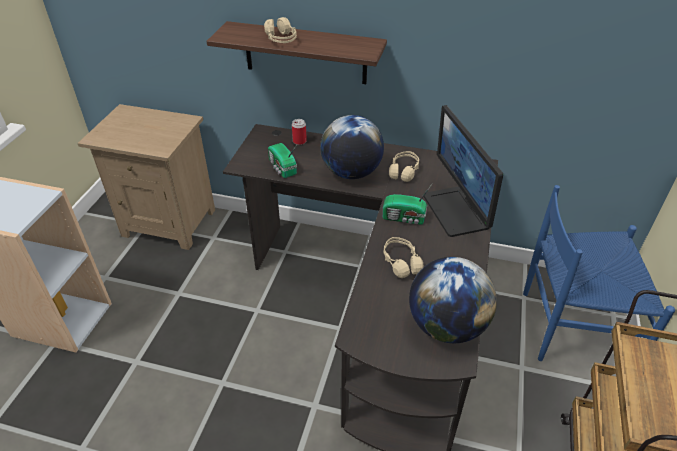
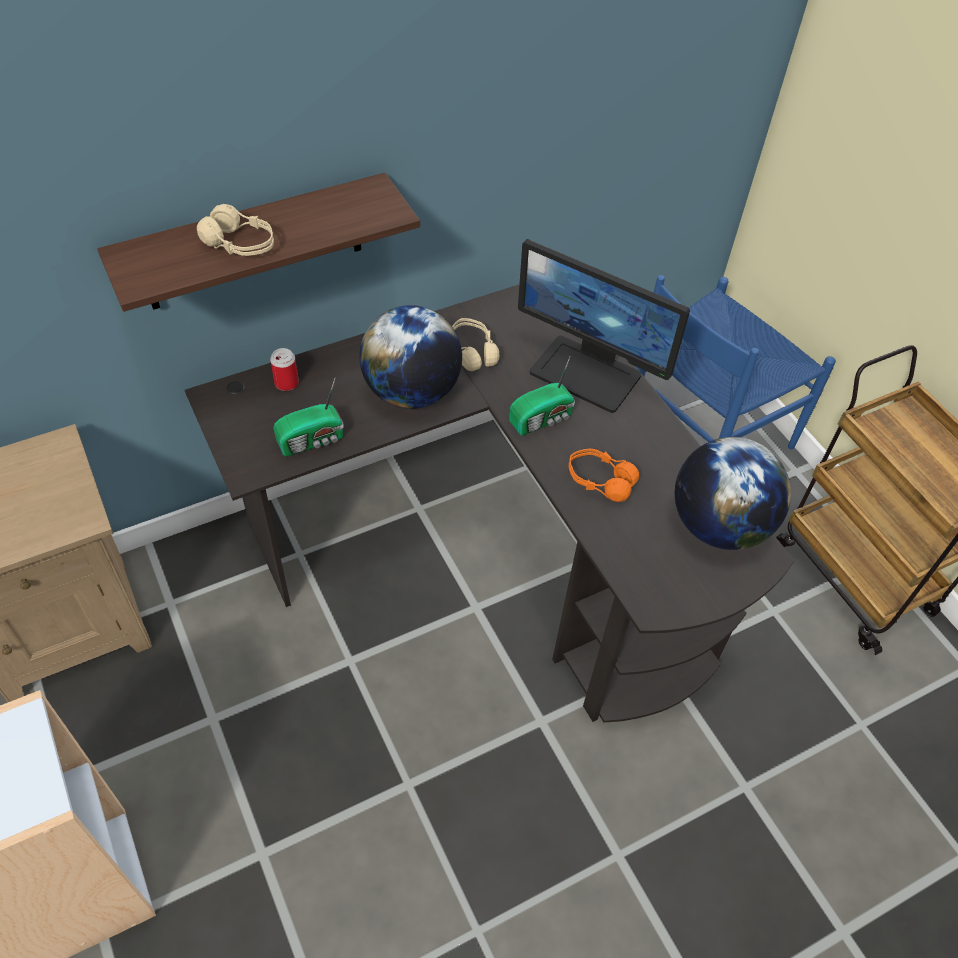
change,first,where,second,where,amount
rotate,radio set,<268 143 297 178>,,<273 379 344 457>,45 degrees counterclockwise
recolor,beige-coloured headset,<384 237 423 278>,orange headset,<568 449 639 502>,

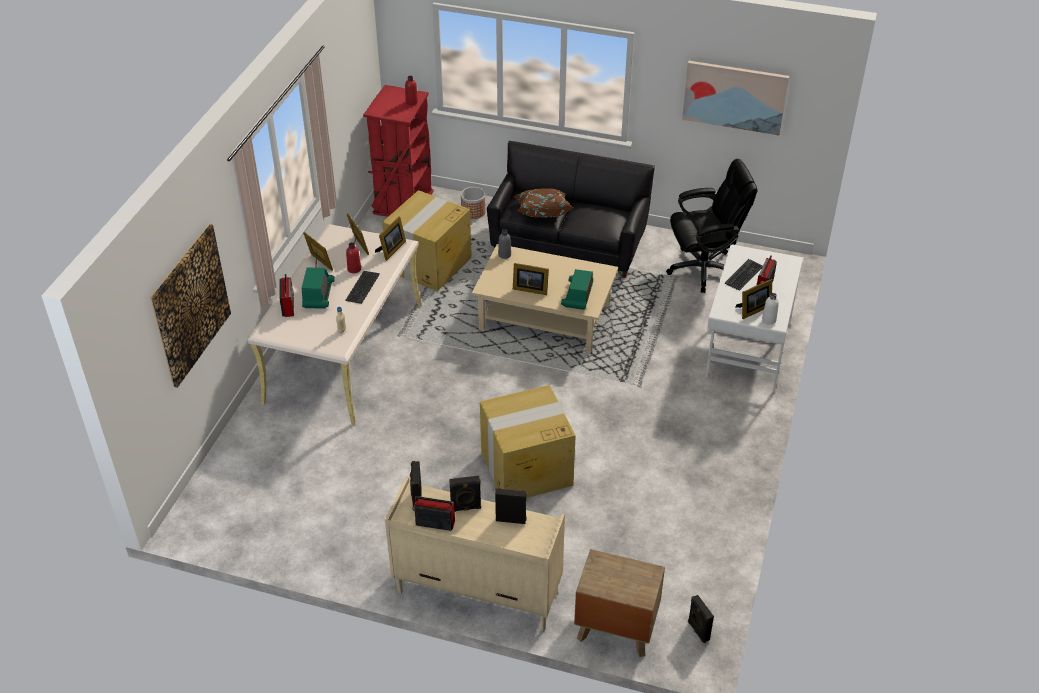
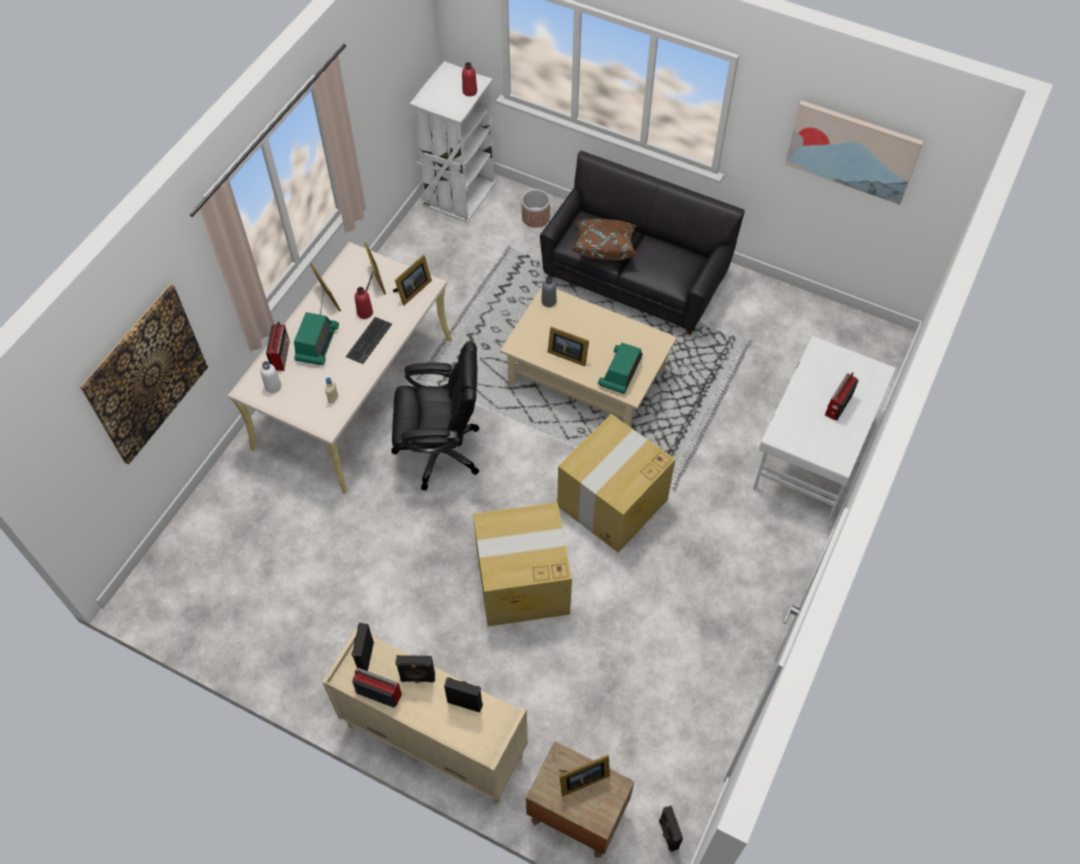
change,first,where,second,where,amount
recolor,red shelving unit,<363 85 434 217>,white-coloured shelving unit,<410 61 497 222>,
move,carton,<382 190 472 291>,,<557 414 675 553>,
move,blackish office chair,<666 159 758 293>,,<391 342 479 491>,
delete,computer keyboard,<725 259 763 291>,,,
move,standing frame,<736 279 772 319>,,<559 755 610 796>,
move,white-coloured drink bottle,<762 293 779 325>,,<260 361 281 393>,

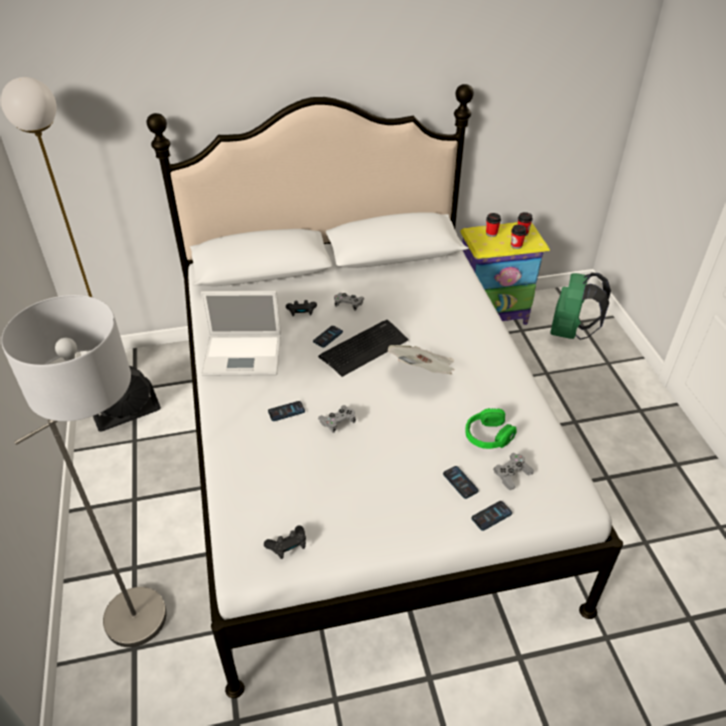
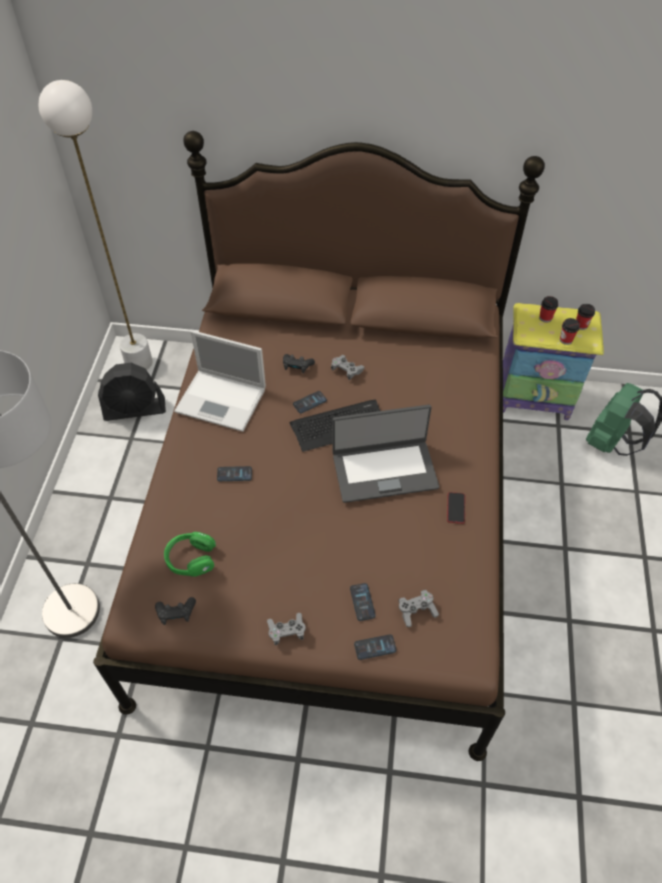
change,first,where,second,where,amount
recolor,white-coloured sleeping bed,<146 84 623 698>,brown-coloured sleeping bed,<93 131 545 761>,
move,greyish joypad,<318 405 356 433>,,<267 613 306 645>,
replace,newspaper,<388 345 455 375>,notebook computer,<333 405 439 503>,
move,green headset,<465 408 517 449>,,<164 532 216 577>,
insert,,,handset,<447 492 465 524>,

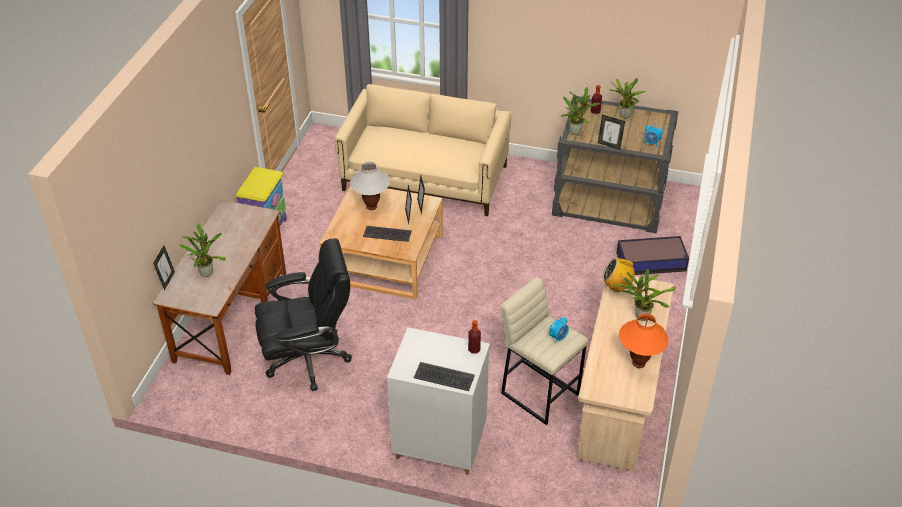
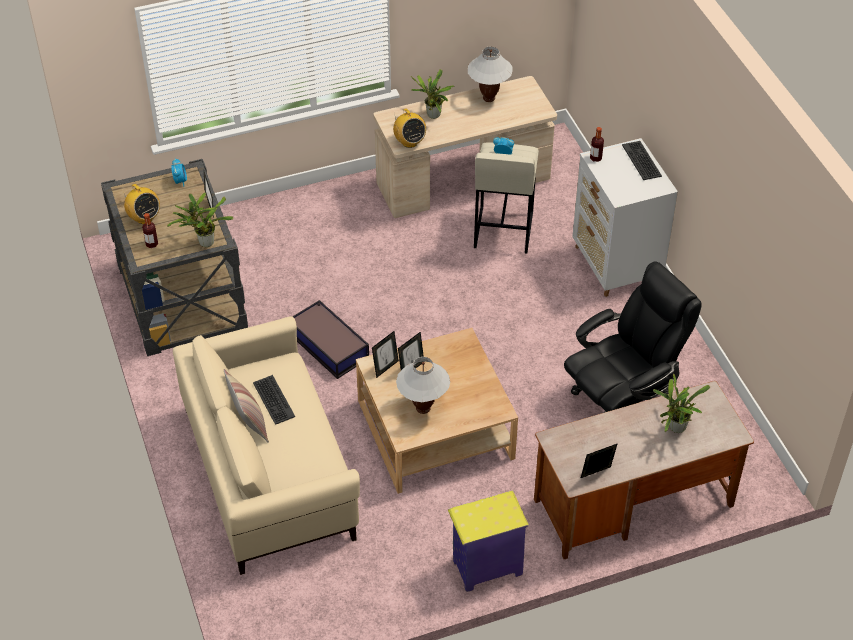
change,first,where,second,where,amount
move,standing frame,<153 245 175 290>,,<581 443 618 478>,
rotate,blackish office chair,<255 238 352 391>,,<564 261 702 413>,105 degrees clockwise
move,computer keyboard,<363 226 412 242>,,<253 375 295 425>,
replace,plant in a pot,<609 78 646 119>,radio set,<122 184 160 224>,
move,storage bin,<616 236 689 275>,,<292 300 369 379>,
recolor,orange lamp for a table,<619 314 669 368>,white-coloured lamp for a table,<468 46 513 102>,
insert,,,cushion,<224 369 269 443>,

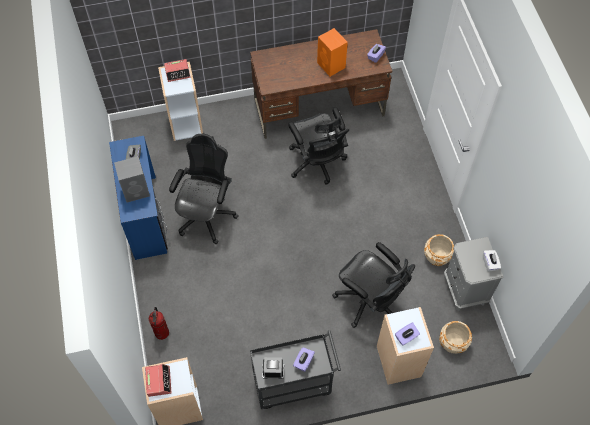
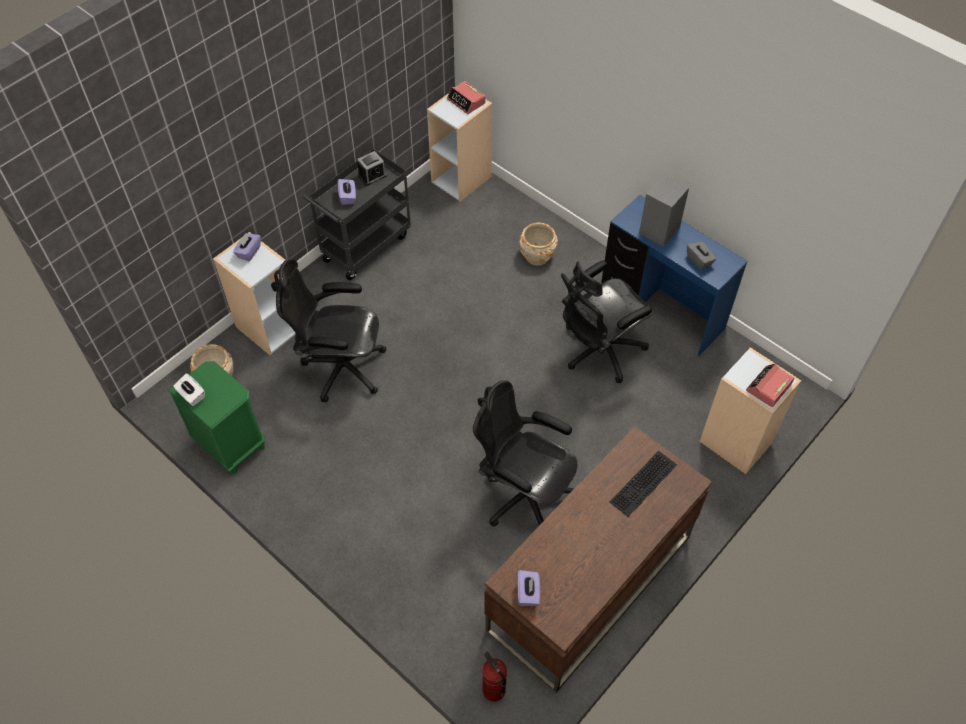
change,first,where,second,where,amount
move,extinguisher,<149 307 169 340>,,<482 651 507 702>,
rotate,office chair,<169 134 239 244>,,<561 260 653 383>,75 degrees clockwise
delete,orange speaker,<317 28 348 76>,,,
move,beige-coloured plant pot,<424 234 454 266>,,<519 223 558 266>,
recolor,greyish nightstand,<444 237 503 311>,green nightstand,<169 361 265 473>,
insert,,,computer keyboard,<610 451 677 517>,

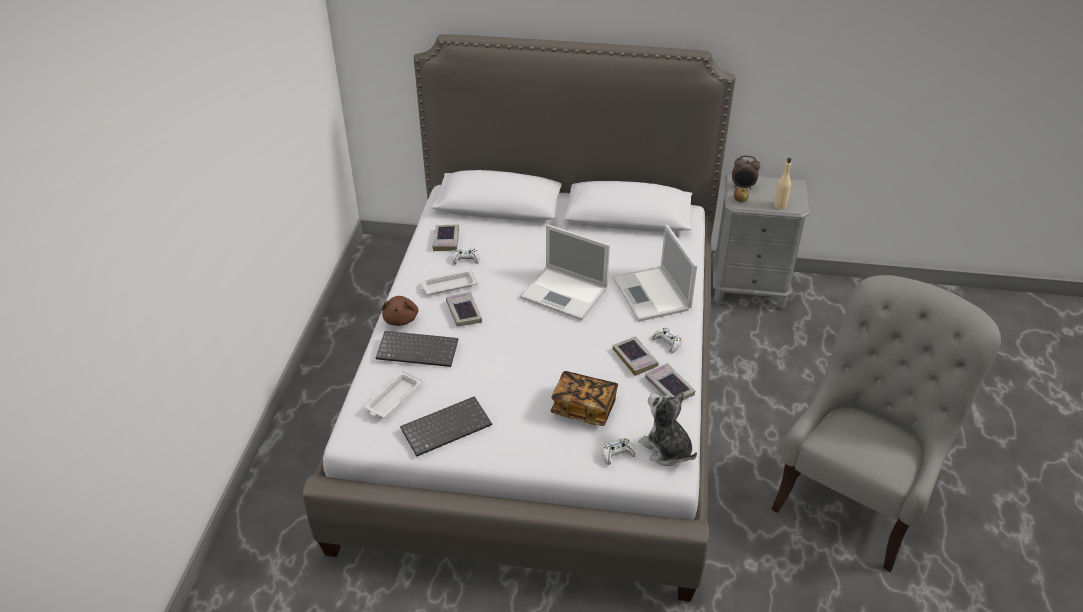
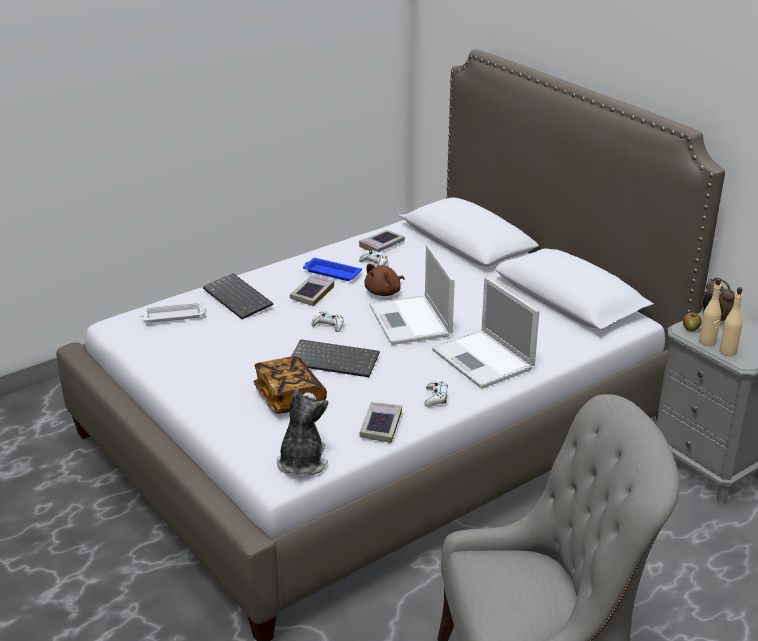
change,first,where,second,where,amount
move,brown-coloured plush toy,<382 296 418 326>,,<364 264 405 296>,
move,computer keyboard,<400 396 492 457>,,<292 339 380 377>,
recolor,white-coloured tray,<421 269 478 295>,blue-coloured tray,<303 258 362 281>,
move,white-coloured joypad,<602 438 636 465>,,<311 311 344 332>,
rotate,notebook computer,<613 225 697 322>,,<432 277 539 389>,60 degrees counterclockwise
delete,volume,<613 336 659 376>,,,
insert,,,beige-coloured drink bottle,<699 278 721 346>,

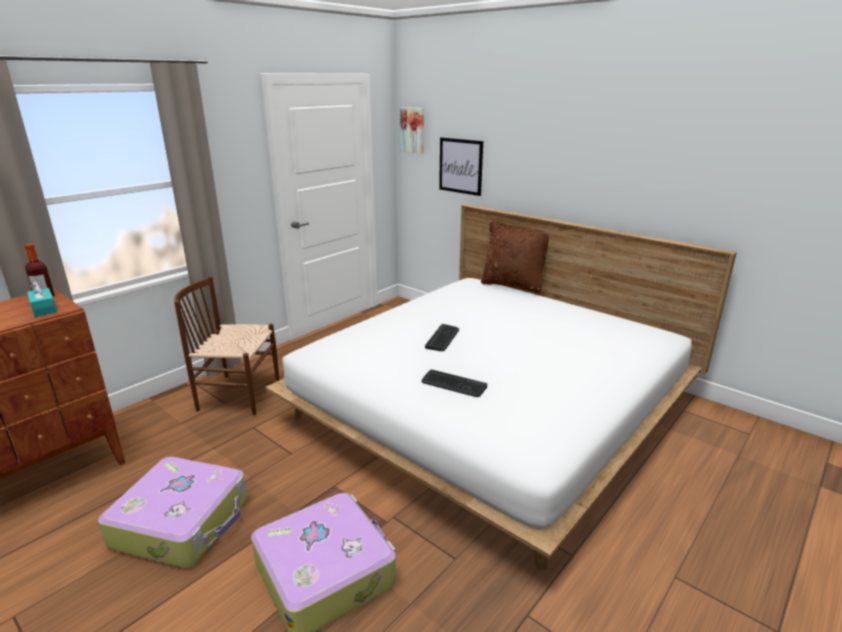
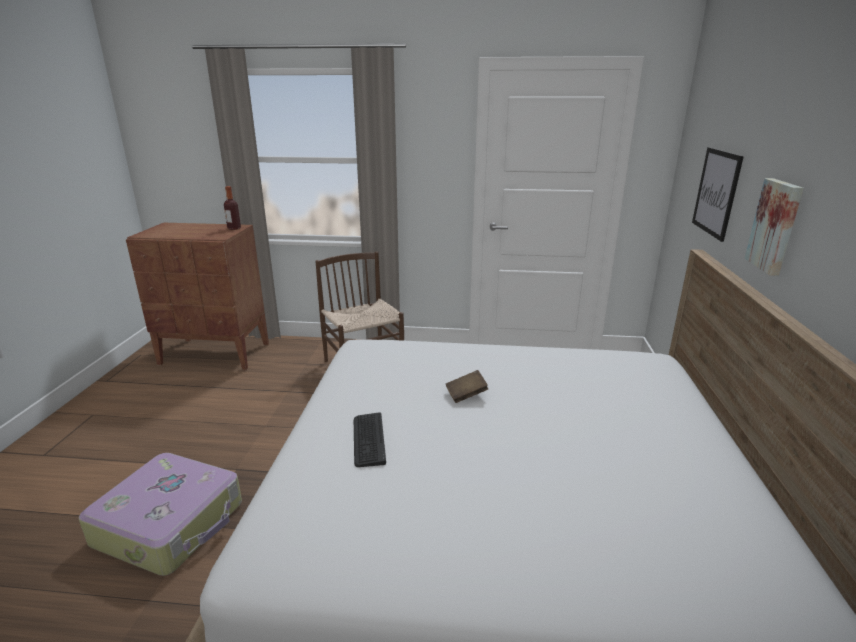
change,first,where,second,where,amount
delete,blue-green tissue holder,<27 281 57 317>,,,
delete,travel case,<98 457 247 568>,,,
move,picture,<400 107 424 154>,,<744 178 804 276>,
replace,computer keyboard,<425 324 459 351>,brown-coloured volume,<446 370 488 403>,
delete,brown-coloured cushion,<481 221 549 293>,,,

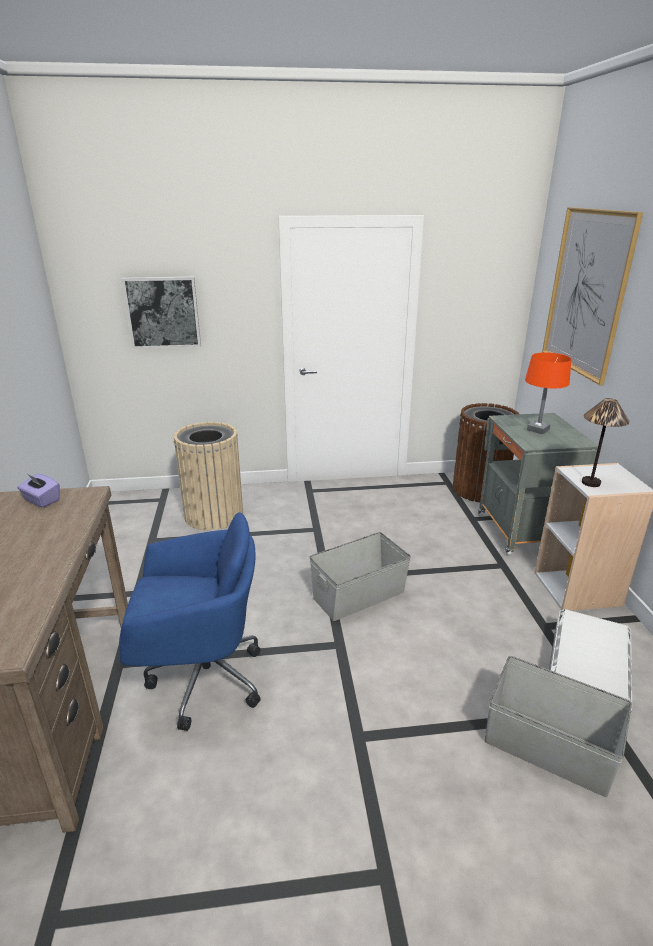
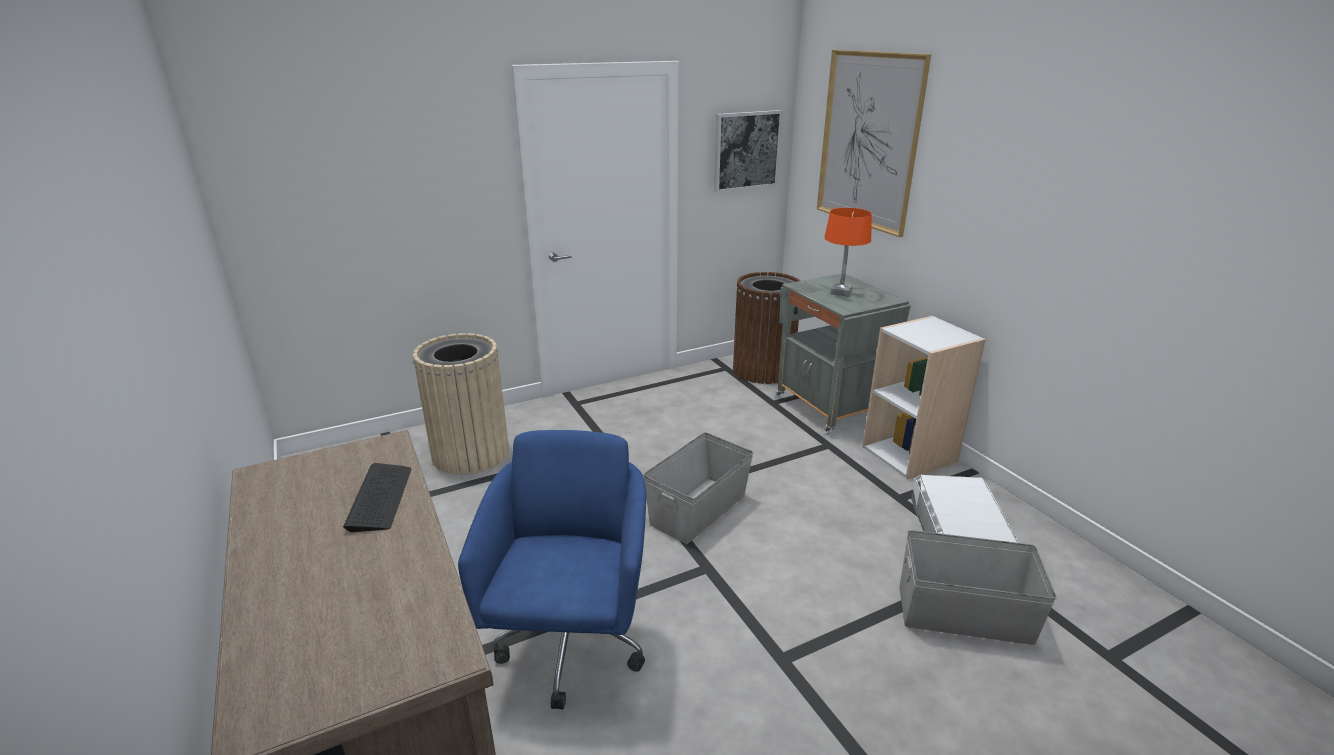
change,first,where,second,where,amount
delete,purple-coloured tissue holder,<17 474 60 508>,,,
rotate,blue-coloured office chair,<119 512 261 731>,,<458 430 646 709>,60 degrees counterclockwise
move,picture,<122 277 201 349>,,<714 110 782 192>,
delete,lamp for a table,<582 398 630 487>,,,
insert,,,computer keyboard,<343 463 411 532>,

